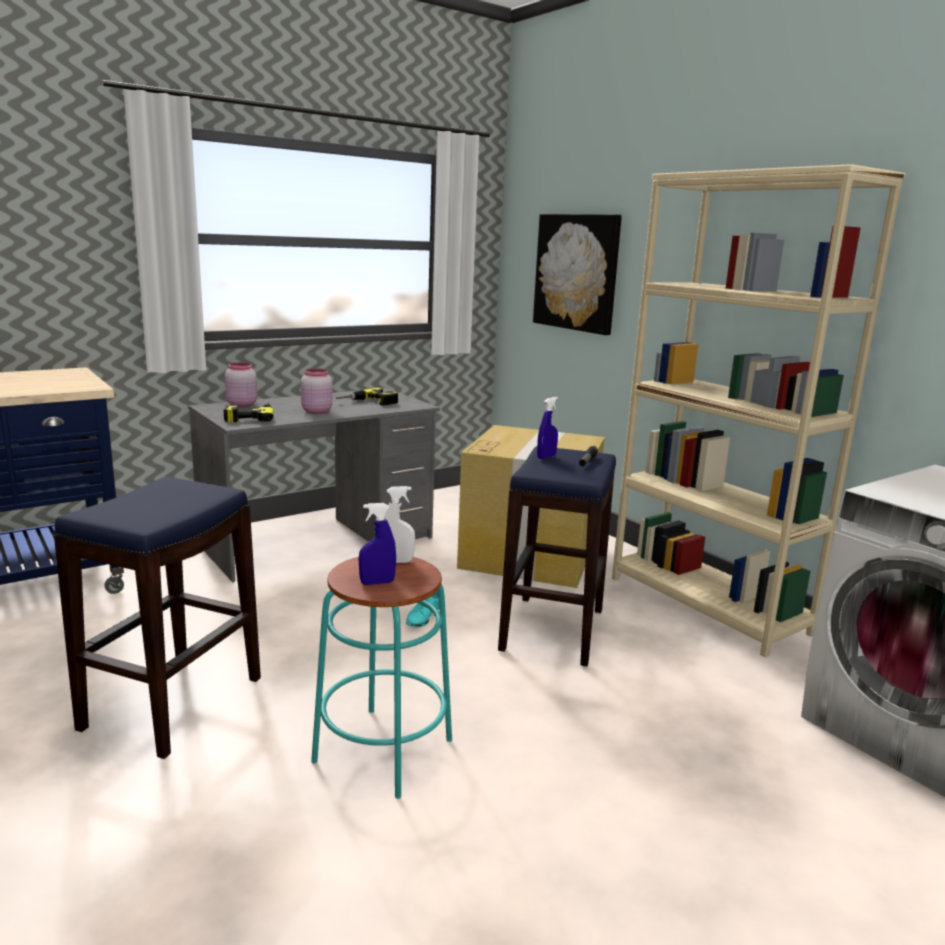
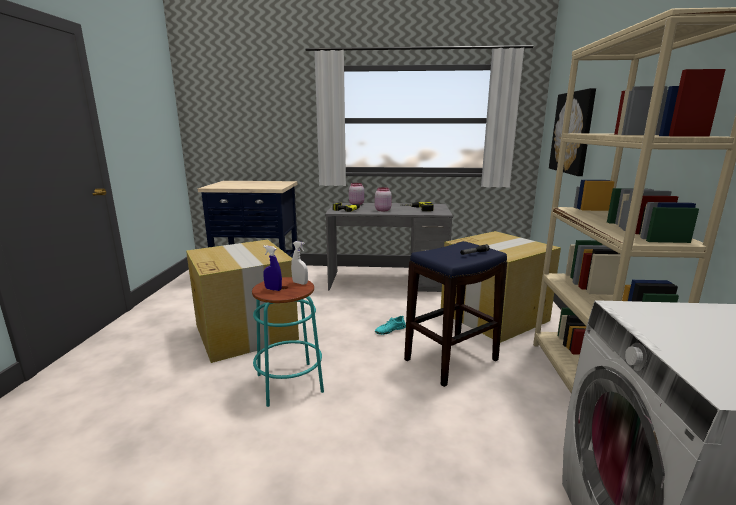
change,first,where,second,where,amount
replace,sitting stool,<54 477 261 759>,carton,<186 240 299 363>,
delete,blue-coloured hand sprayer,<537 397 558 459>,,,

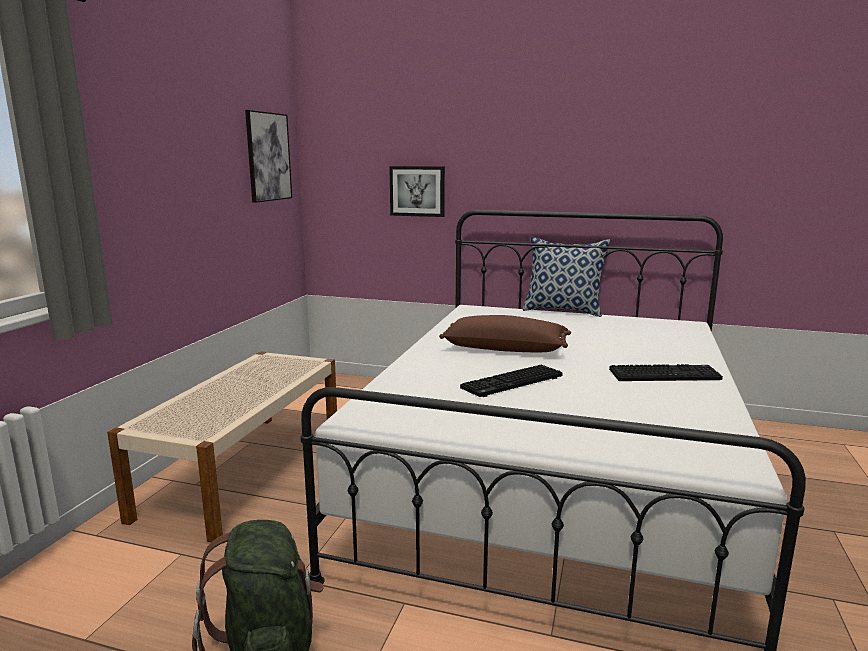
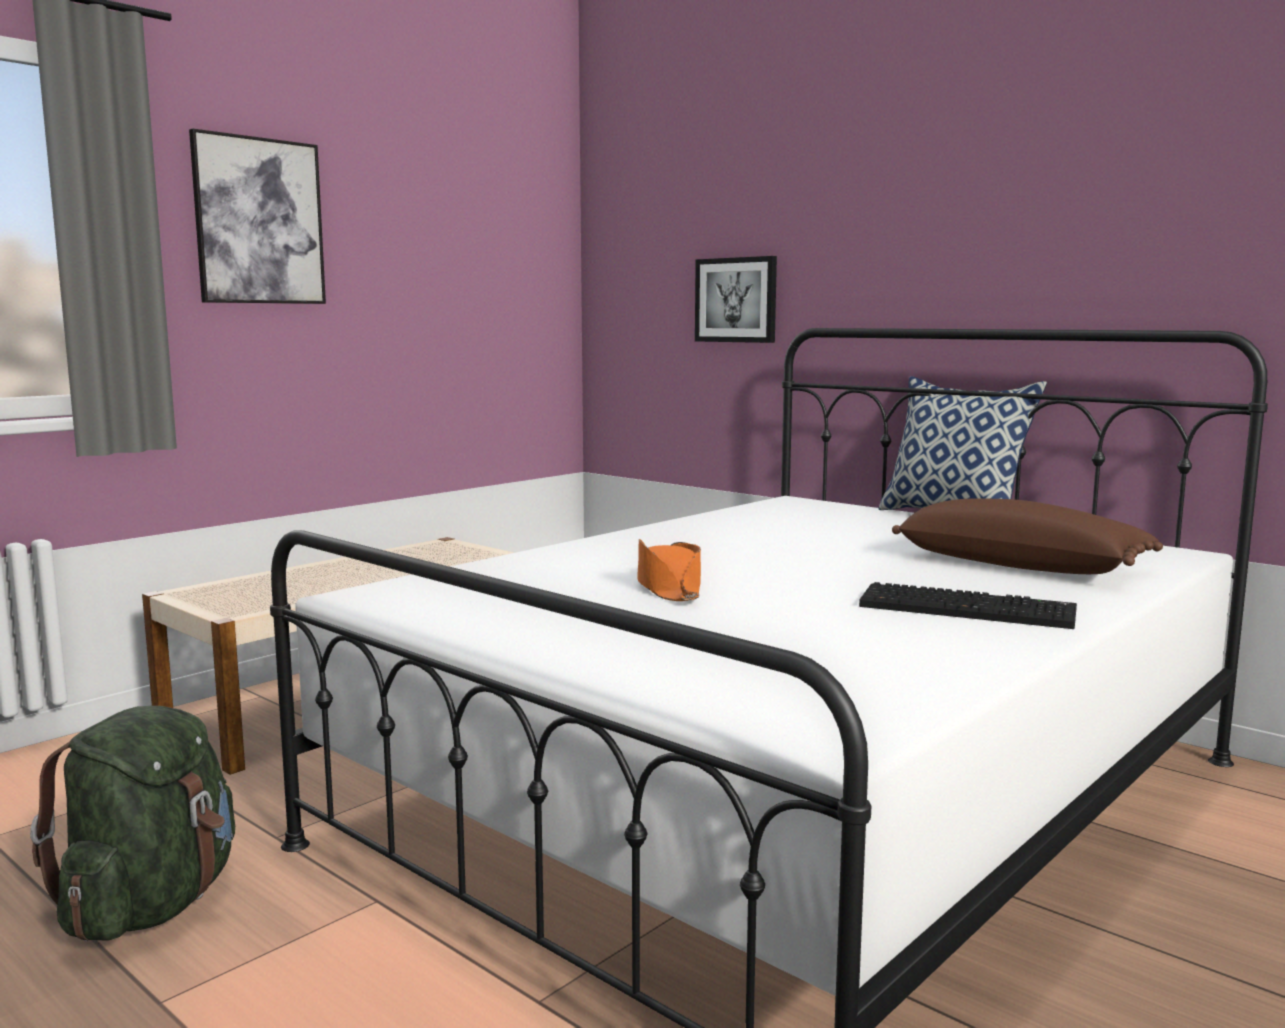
change,first,where,second,where,amount
move,picture,<245 110 292 203>,,<189 128 326 304>,
move,brown-coloured cushion,<439 315 571 352>,,<892 498 1163 574>,
replace,computer keyboard,<460 365 562 397>,orange clothing hat,<637 539 701 601>,

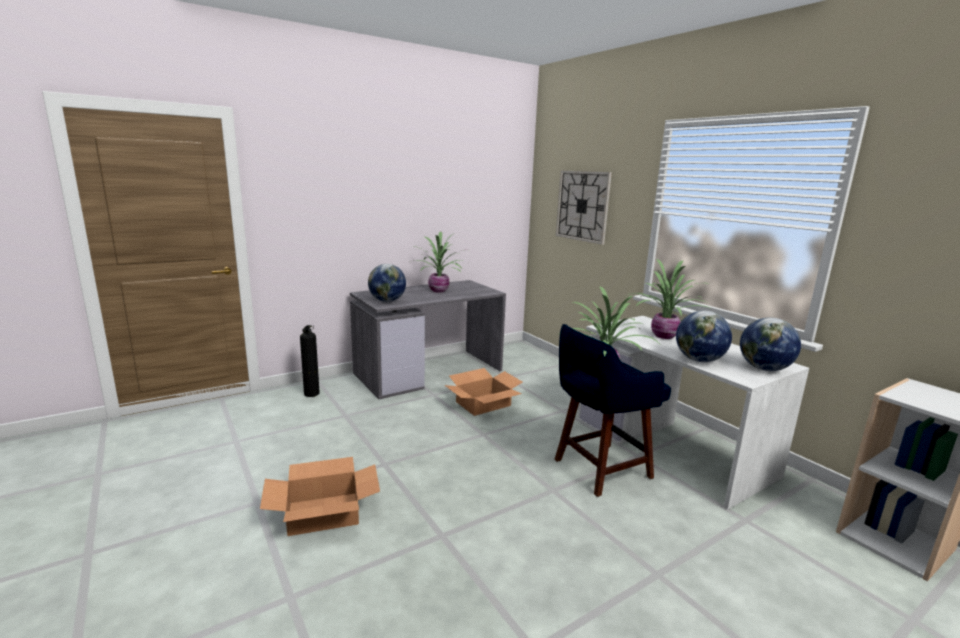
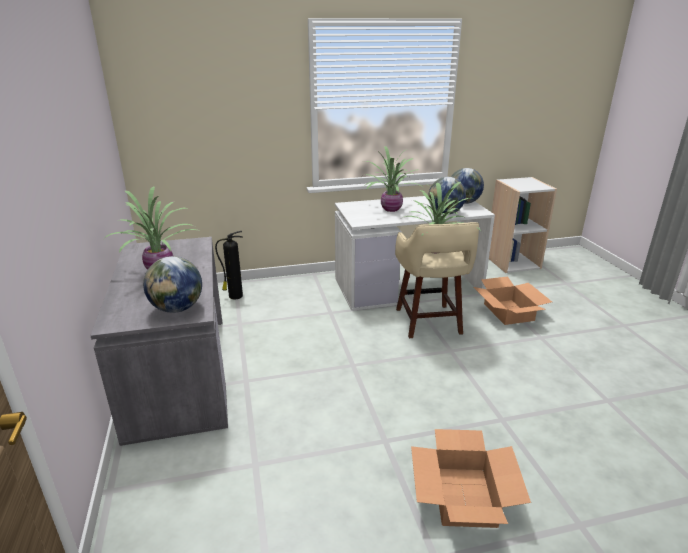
change,first,where,second,where,amount
move,extinguisher,<300 325 320 397>,,<215 231 243 299>,
move,carton,<444 368 523 416>,,<474 276 552 325>,
recolor,blue-coloured sitting stool,<555 324 671 497>,beige-coloured sitting stool,<395 222 479 338>,
delete,hanging clock,<556 171 612 245>,,,

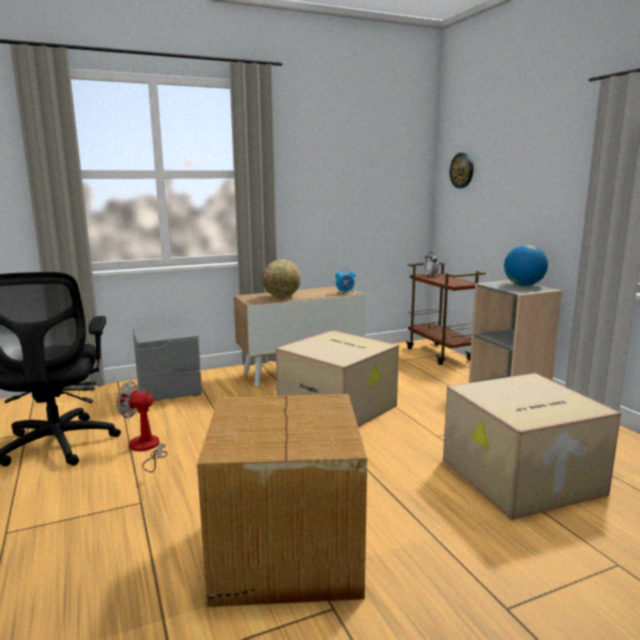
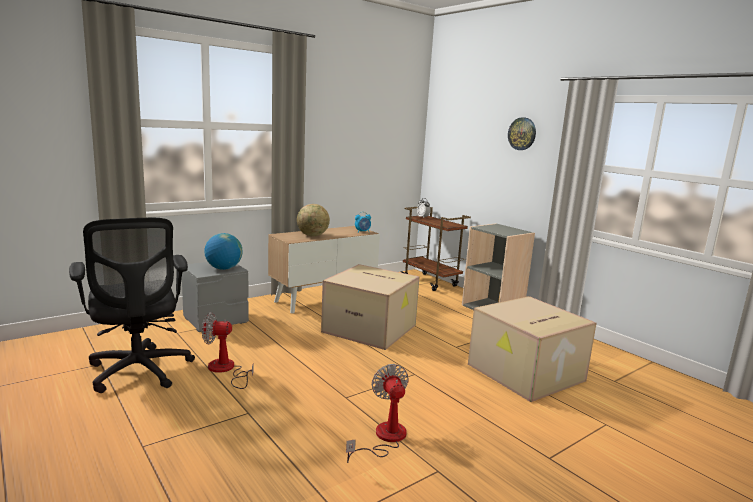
change,first,where,second,where,amount
replace,carton,<197 394 367 607>,fan,<346 364 409 463>,
move,hanging clock,<450 153 473 188>,,<508 117 536 150>,
move,globe,<504 245 548 286>,,<204 233 243 270>,

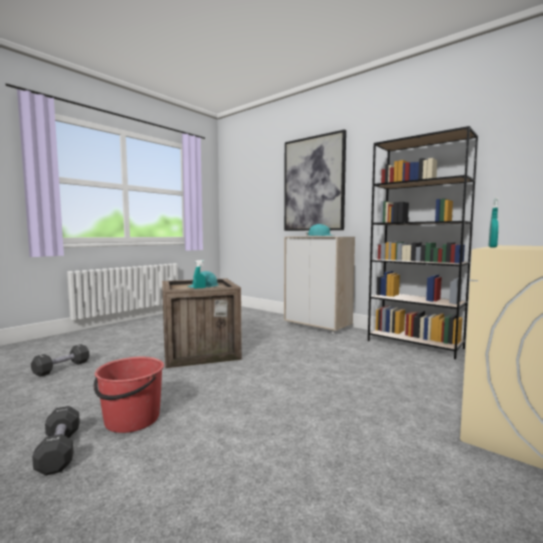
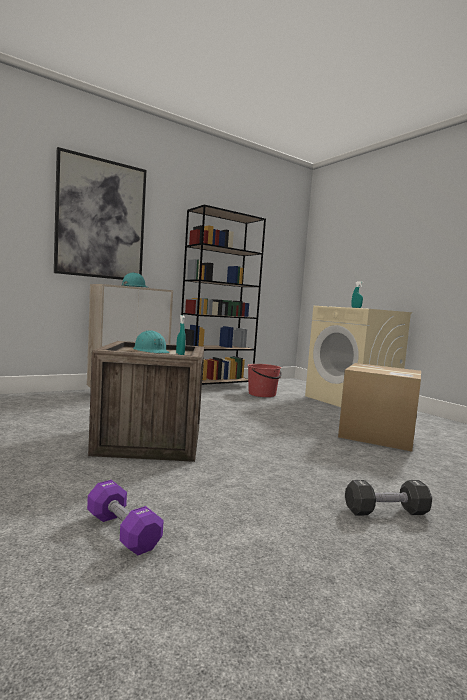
change,first,where,second,where,amount
recolor,blackish free weight,<31 344 89 377>,purple-coloured free weight,<87 480 164 555>,
move,red bucket,<94 357 164 433>,,<247 364 282 397>,
insert,,,carton,<338 363 421 452>,

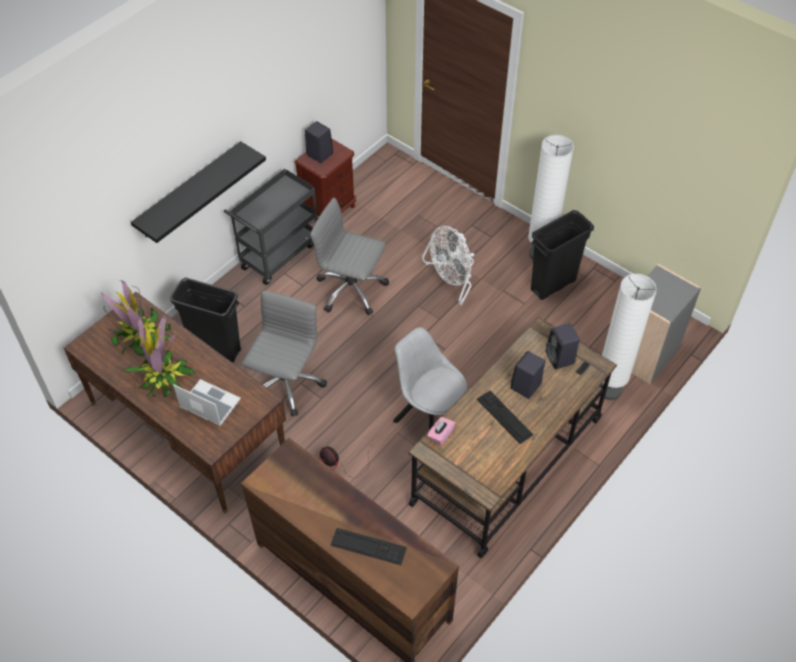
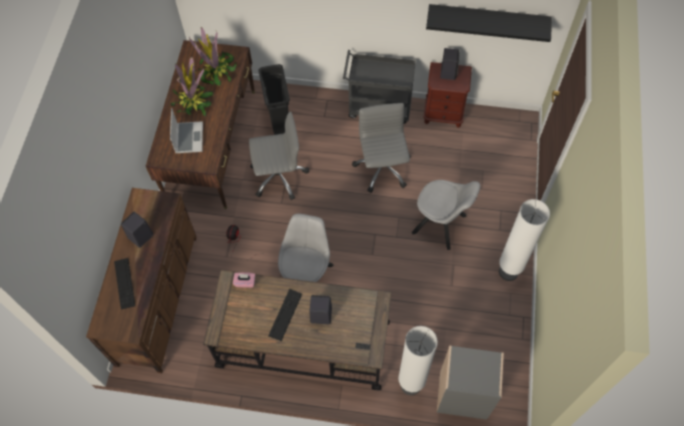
change,first,where,second,where,amount
move,blackish shelf,<131 141 266 243>,,<426 4 552 42>,
replace,white-coloured fan,<422 226 475 306>,greyish upright chair,<412 180 481 250>,
delete,blackish trash can,<531 210 594 300>,,,
move,blackish speaker,<546 323 580 369>,,<121 212 154 248>,

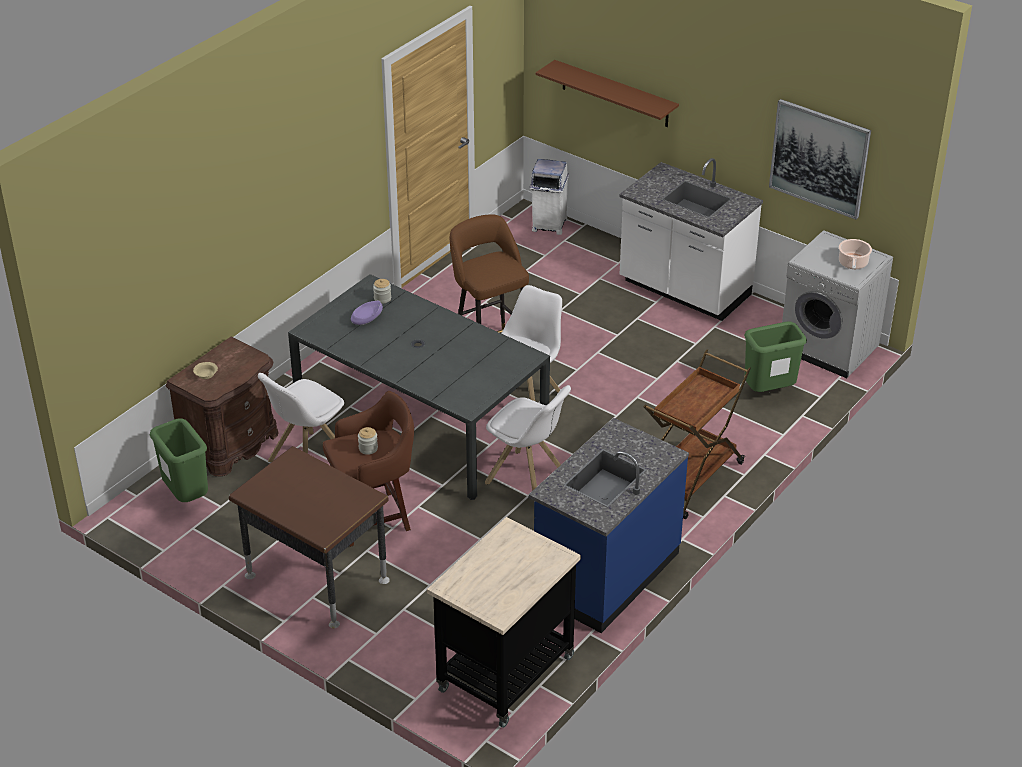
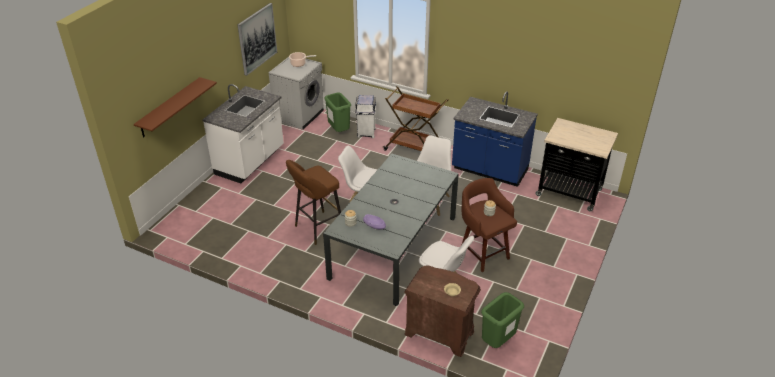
change,first,where,second,where,amount
delete,brown-coloured desk table,<229 446 390 628>,,,
move,white-coloured trash can,<530 159 569 235>,,<355 95 376 138>,

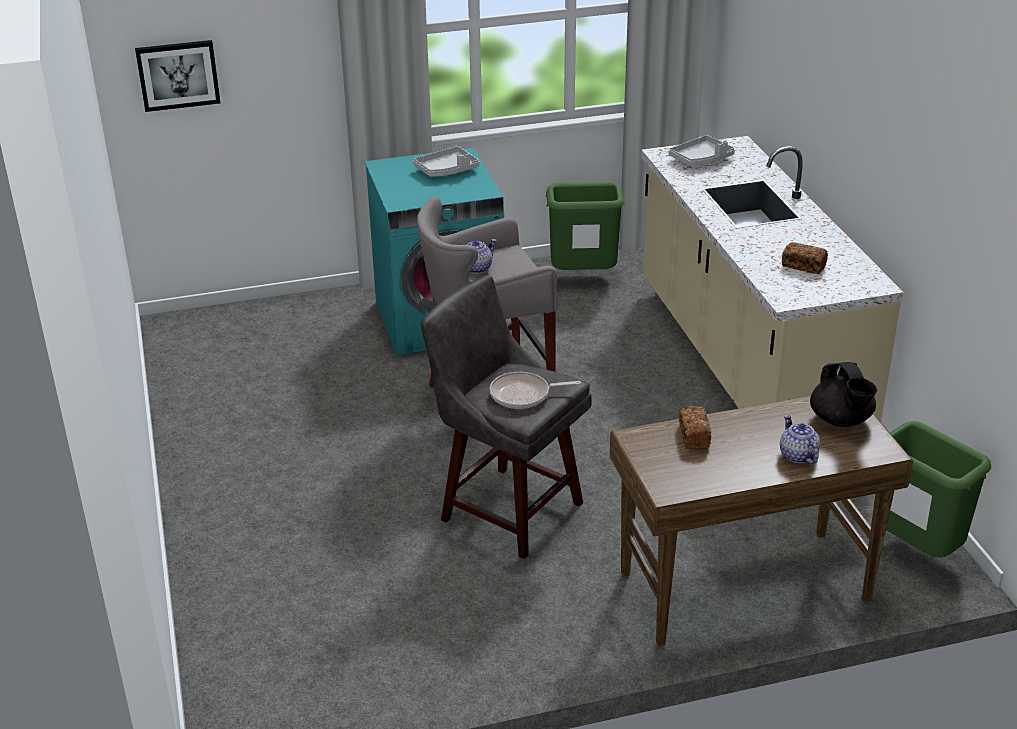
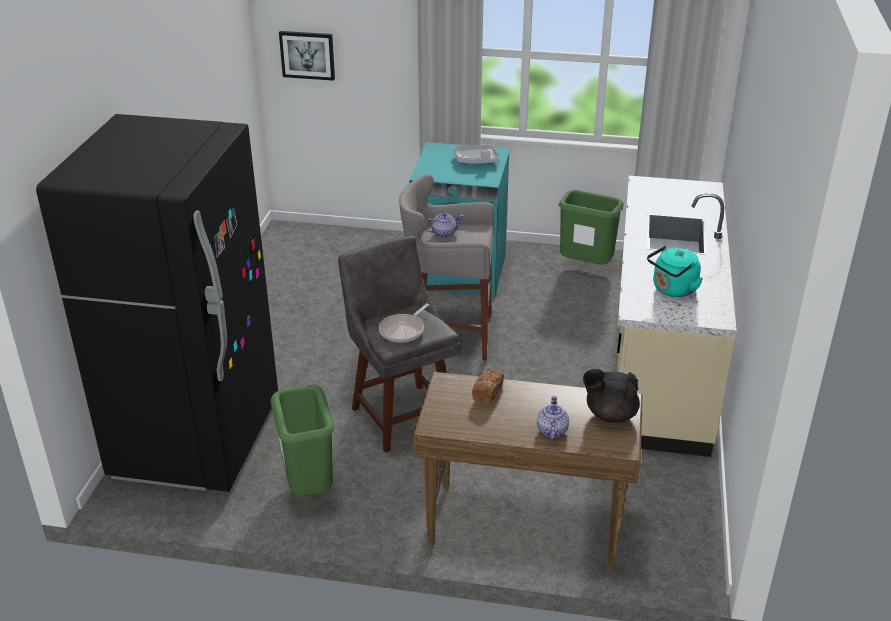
change,first,where,second,where,amount
rotate,skillet,<490 372 581 409>,,<379 304 429 343>,75 degrees counterclockwise
delete,greyish tray,<669 135 735 166>,,,
replace,bakery bread,<782 242 828 274>,blue-green kettle,<647 246 703 297>,
rotate,blackish pot for tea,<810 362 877 427>,,<583 369 640 423>,90 degrees clockwise
move,green trash can,<886 421 991 557>,,<271 385 334 496>,
insert,,,blackish fridge,<36 114 278 492>,

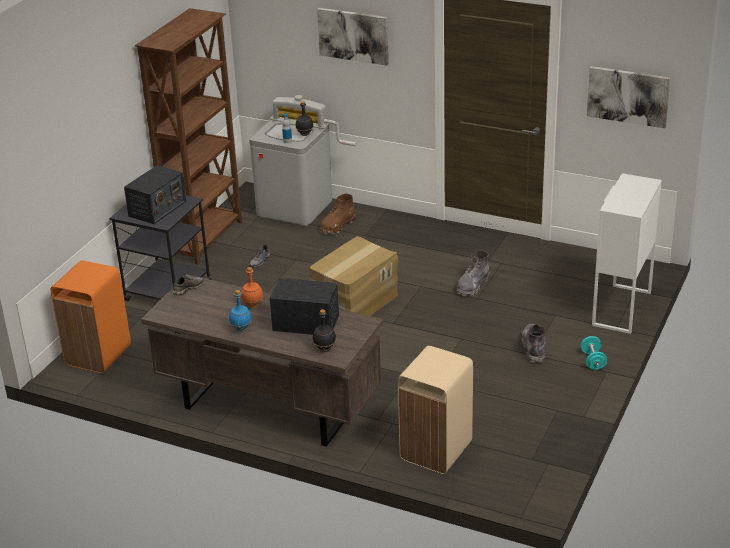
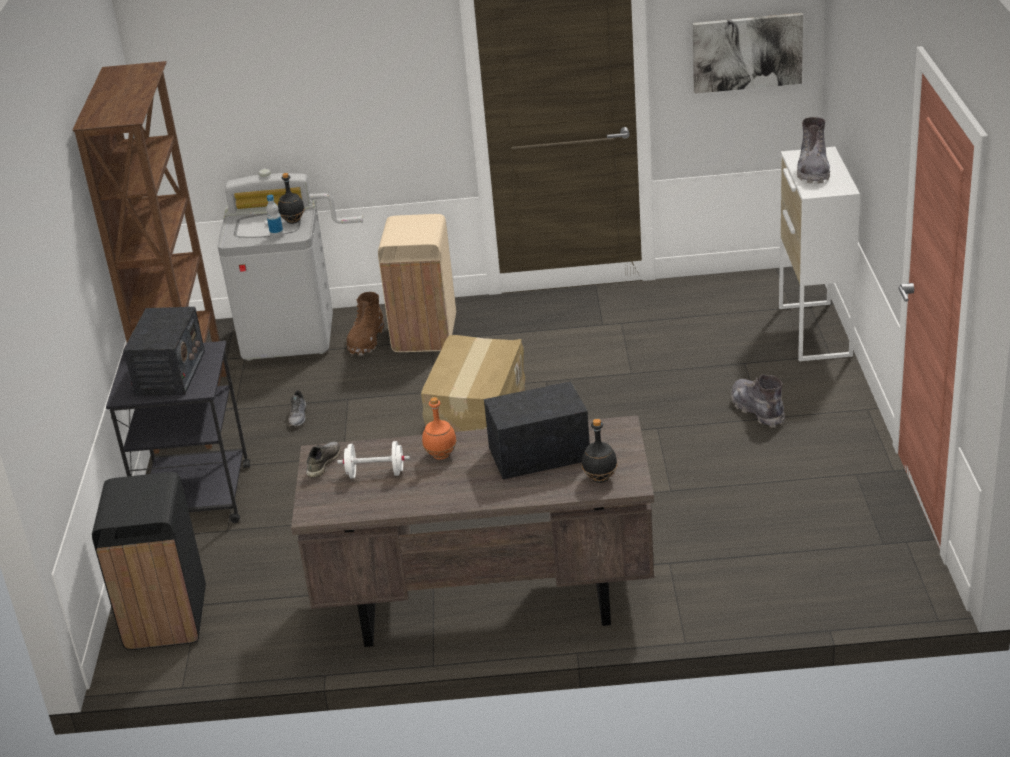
change,first,where,second,where,amount
recolor,orange trash can,<51 261 131 373>,blackish trash can,<92 472 206 650>,
delete,blue-coloured drink bottle,<229 290 252 332>,,,
delete,picture,<317 8 389 65>,,,
move,beige-coloured trash can,<398 346 473 474>,,<378 214 456 352>,
move,greyish high-top boot,<457 250 490 297>,,<797 117 830 184>,
delete,blue-green free weight,<581 336 607 370>,,,
insert,,,white-coloured free weight,<337 441 410 478>,

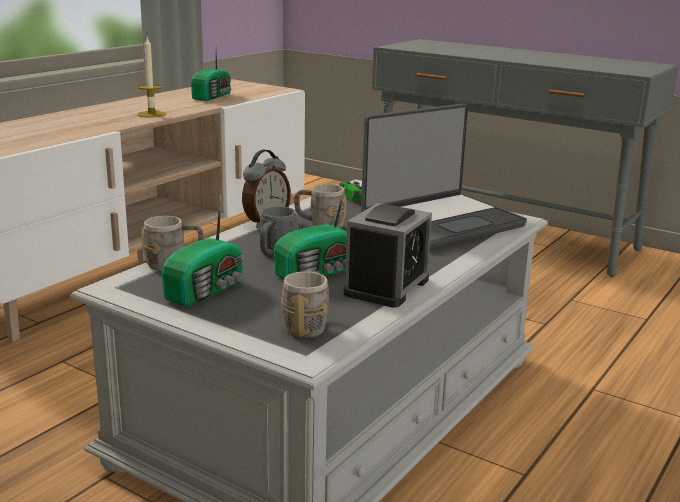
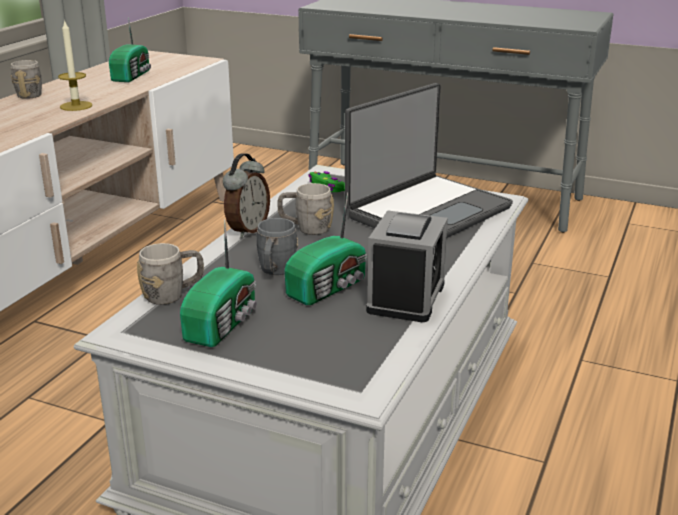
change,first,where,second,where,amount
move,greyish coffee mug,<281 271 329 338>,,<11 60 42 99>,

